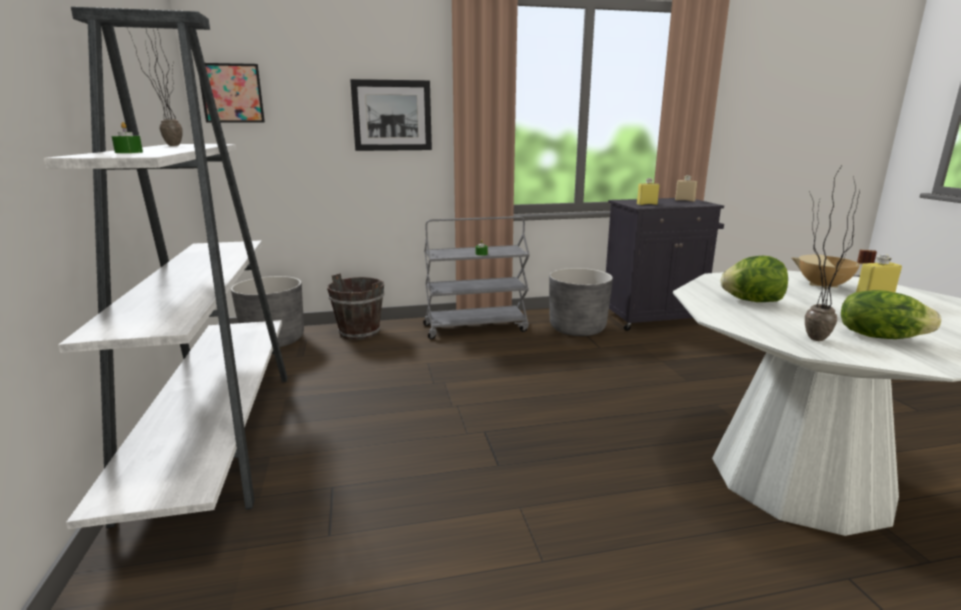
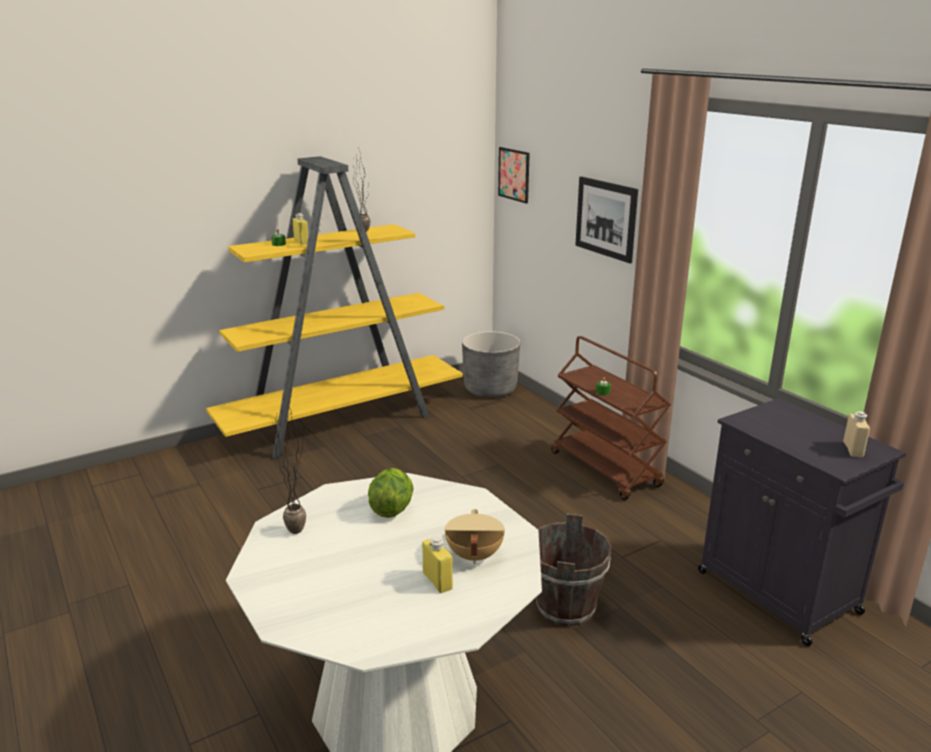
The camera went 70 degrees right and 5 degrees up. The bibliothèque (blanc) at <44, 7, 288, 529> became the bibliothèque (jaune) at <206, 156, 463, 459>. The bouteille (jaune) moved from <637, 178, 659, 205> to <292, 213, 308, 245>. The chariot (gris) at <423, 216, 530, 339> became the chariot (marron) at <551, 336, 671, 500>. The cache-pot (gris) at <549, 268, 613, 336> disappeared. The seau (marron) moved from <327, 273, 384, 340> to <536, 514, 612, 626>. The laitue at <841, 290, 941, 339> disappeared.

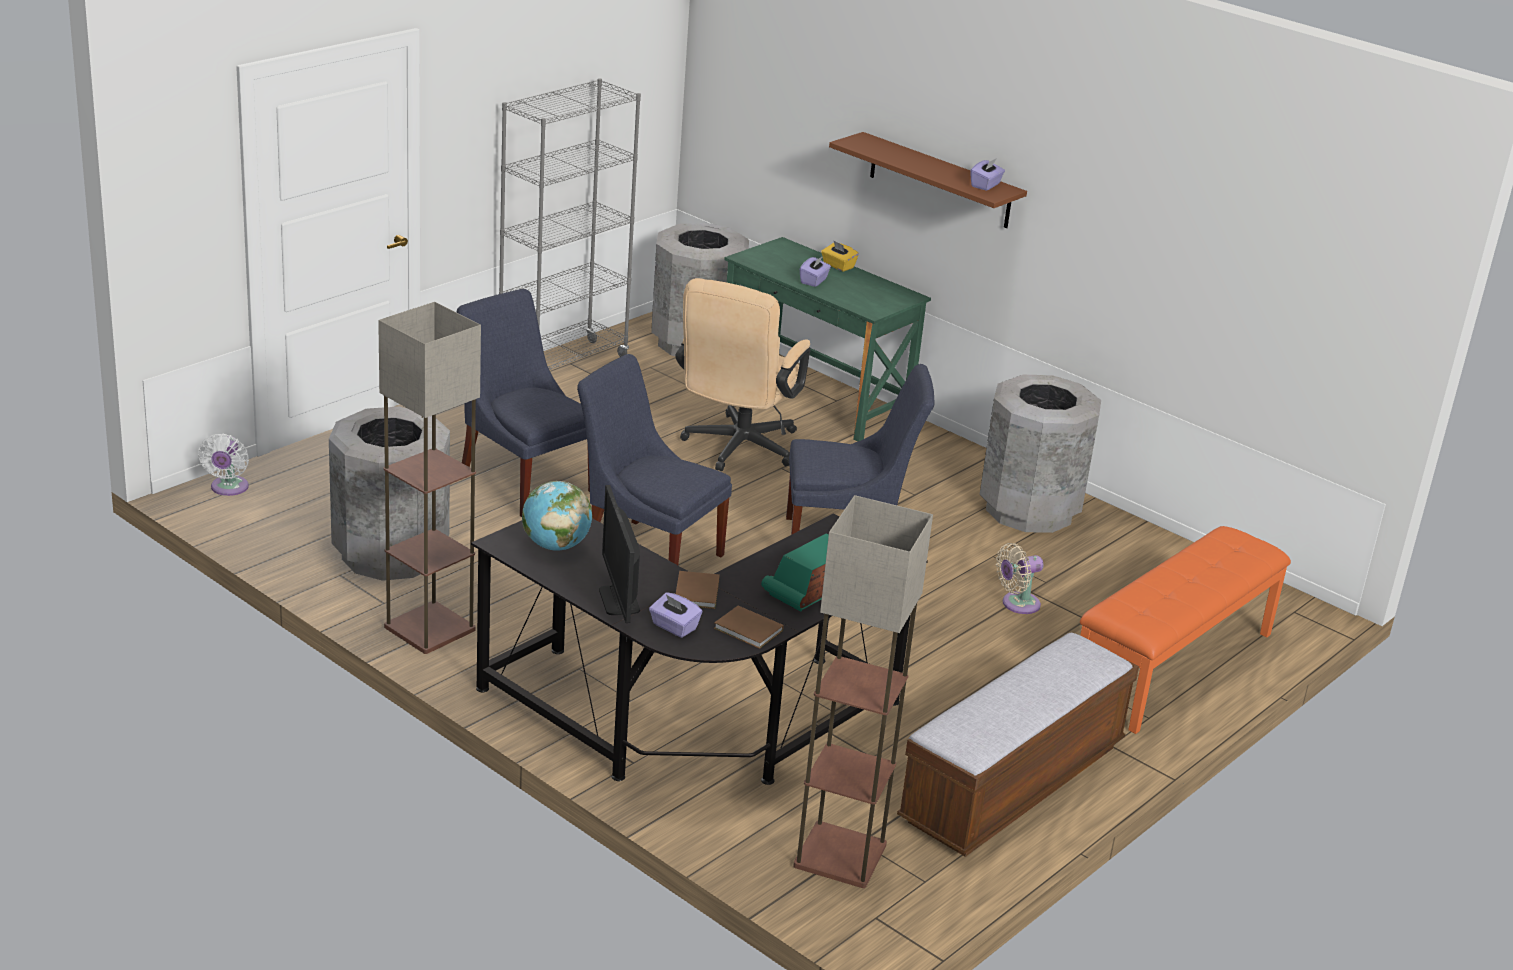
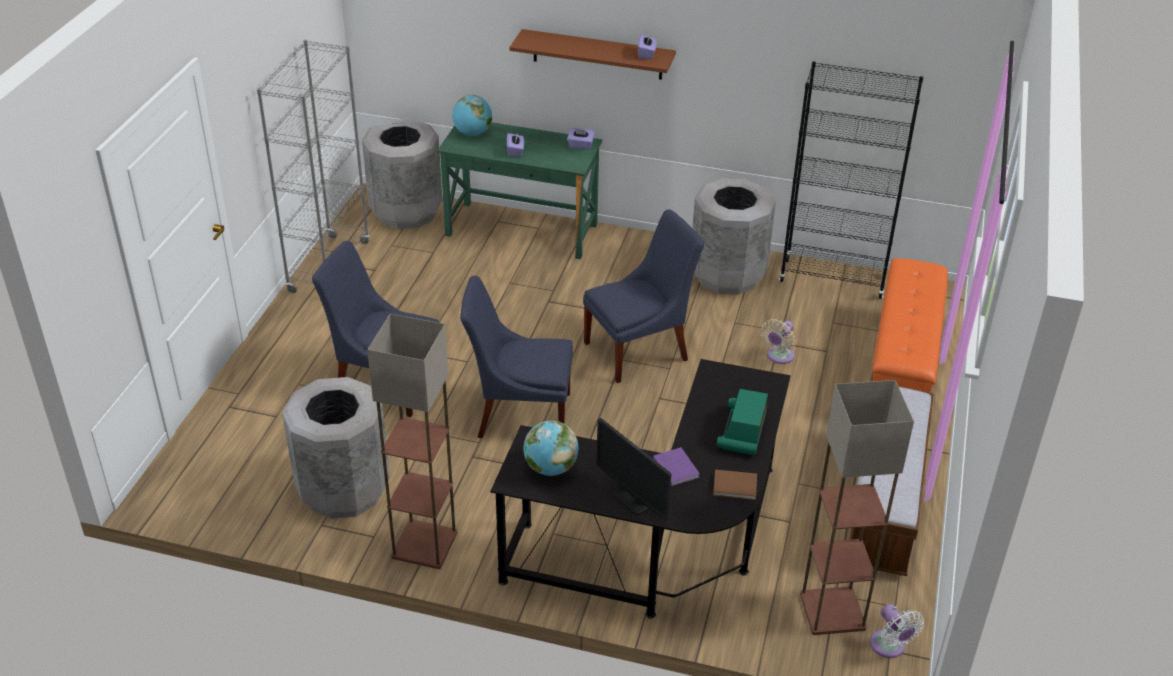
The camera went 25 degrees left and 10 degrees up. The boîte à mouchoirs (jaune) at <821, 241, 859, 272> disappeared. The chaise de bureau (beige) at <676, 278, 811, 471> disappeared. The ventilateur (blanc) moved from <198, 434, 249, 496> to <870, 604, 924, 658>. The livre (marron) at <676, 571, 720, 609> became the livre (violet) at <653, 447, 700, 486>. The boîte à mouchoirs (violet) moved from <649, 592, 702, 638> to <567, 128, 595, 149>. The bibliothèque (noir) at <779, 61, 923, 299> appeared. The globe at <452, 95, 492, 136> appeared.

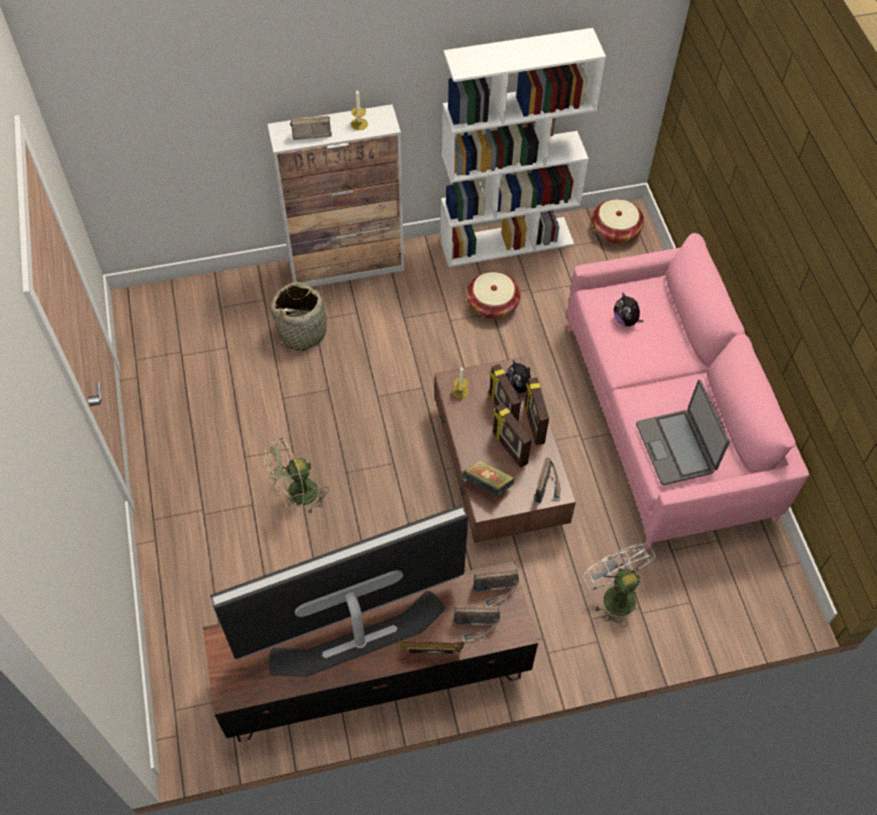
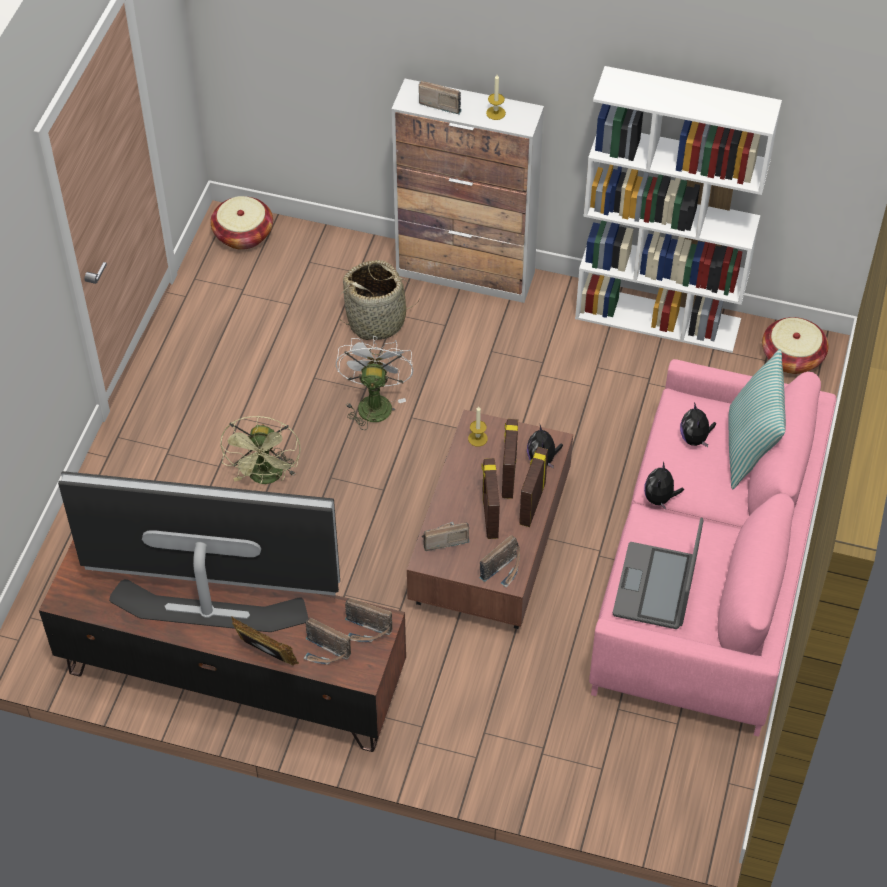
The camera went 30 degrees right and 5 degrees down. The panier moved from <466, 271, 521, 319> to <210, 196, 273, 250>. The ventilateur (vert) at <264, 438, 329, 515> turned 90 degrees counterclockwise. The livre at <462, 460, 515, 496> was replaced by the radio at <422, 522, 470, 551>. The ventilateur (blanc) moved from <583, 543, 656, 627> to <336, 336, 413, 430>. The coussin at <728, 349, 786, 489> appeared. The peluche at <644, 462, 684, 509> appeared.

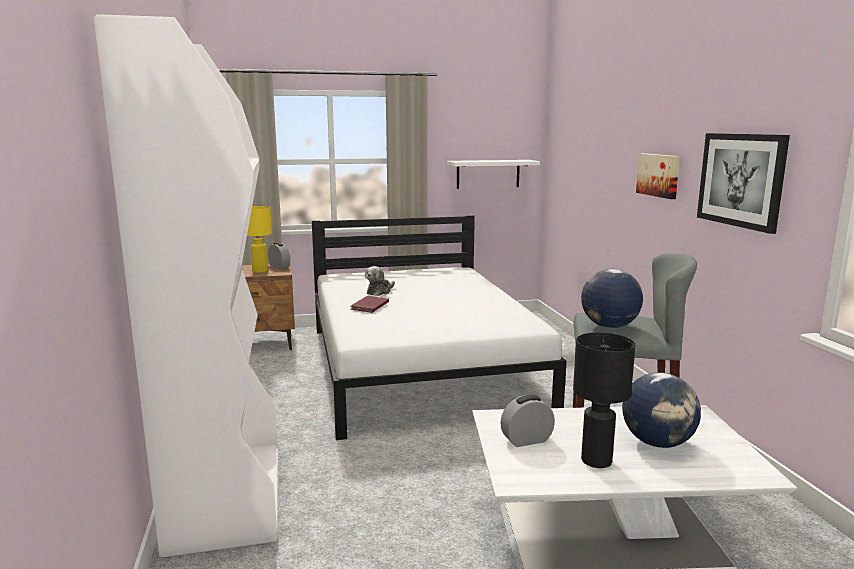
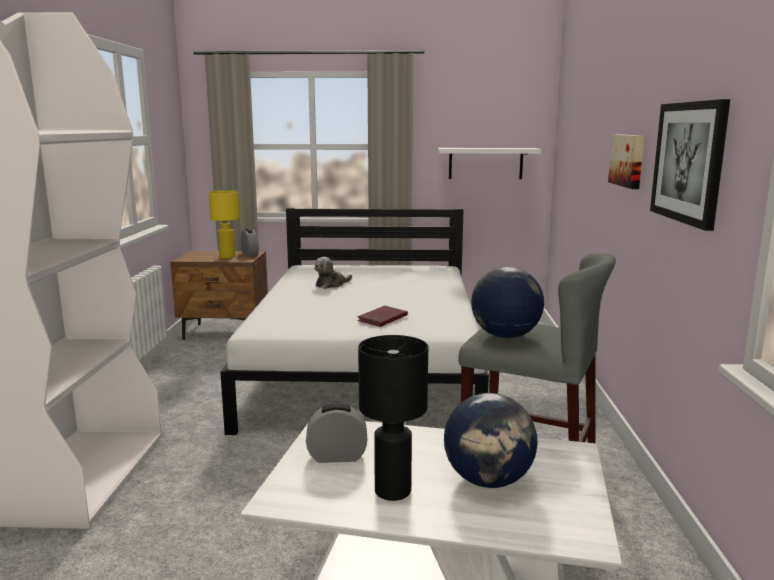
The camera went 15 degrees right and 0 degrees up. The livre (rouge) moved from <350, 296, 389, 313> to <357, 306, 408, 327>.

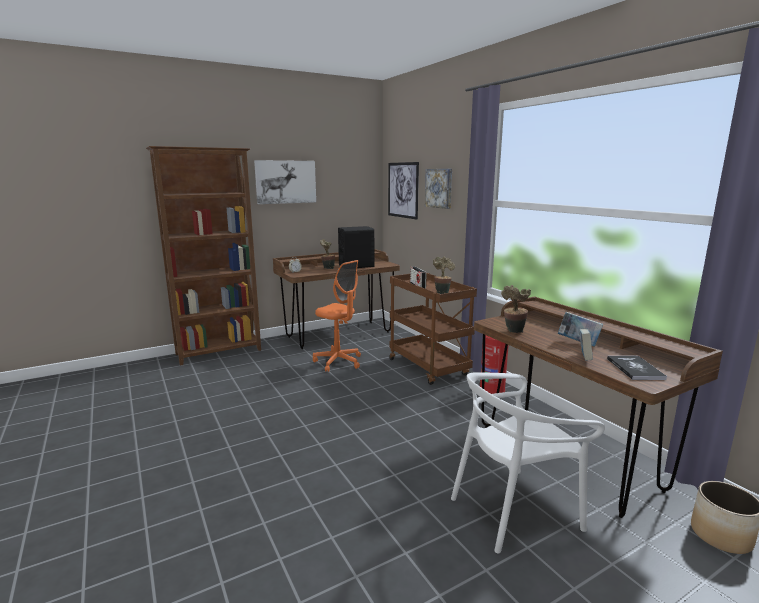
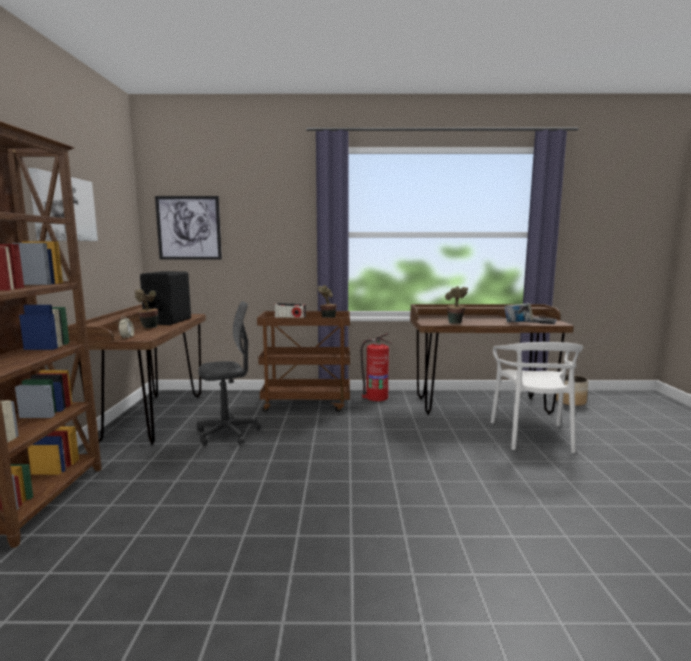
The camera went 60 degrees left and 5 degrees down. The tableau at <425, 169, 452, 209> disappeared. The chaise de bureau (orange) at <313, 260, 361, 372> became the chaise de bureau (gris) at <197, 301, 261, 446>. The livre at <558, 312, 603, 347> disappeared.

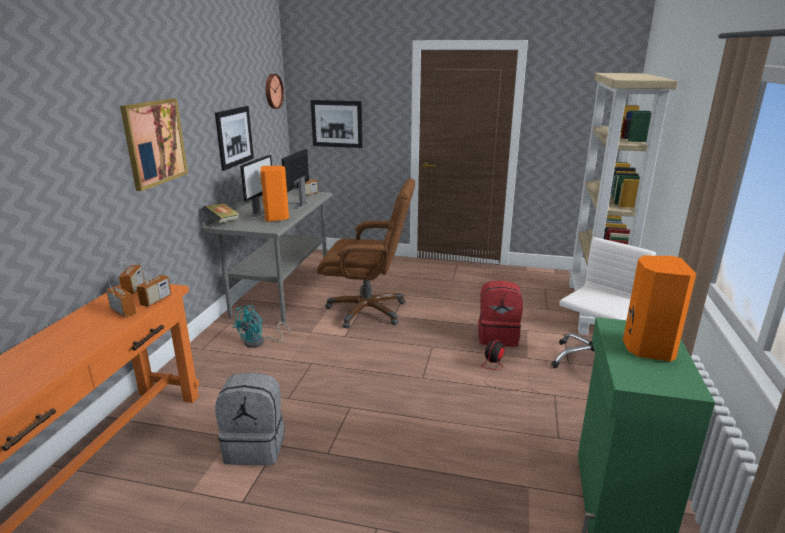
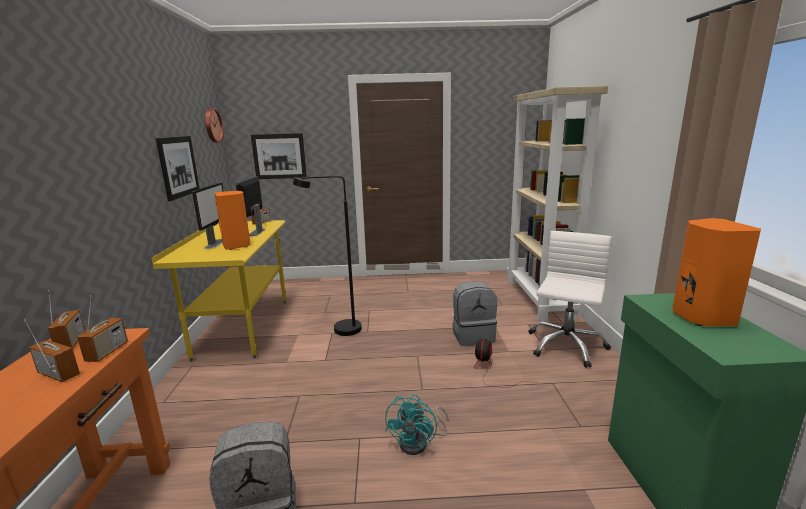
The camera went 15 degrees left and 5 degrees down. The tableau at <120, 98, 188, 191> disappeared. The chaise de bureau (marron) at <317, 179, 415, 328> was replaced by the lampadaire (noir) at <293, 176, 362, 336>. The bureau (gris) at <203, 190, 333, 323> became the bureau (jaune) at <151, 220, 286, 361>. The livre at <202, 203, 240, 223> disappeared. The sac à dos (rouge) at <478, 280, 523, 347> became the sac à dos (gris) at <452, 281, 497, 346>. The ventilateur (turquoise) moved from <233, 305, 291, 348> to <385, 394, 449, 455>.

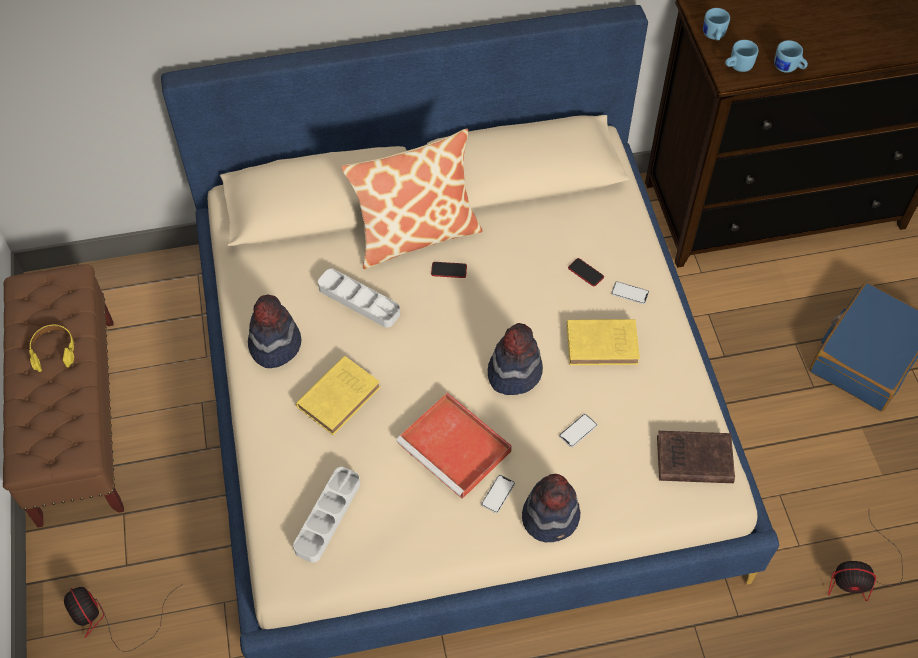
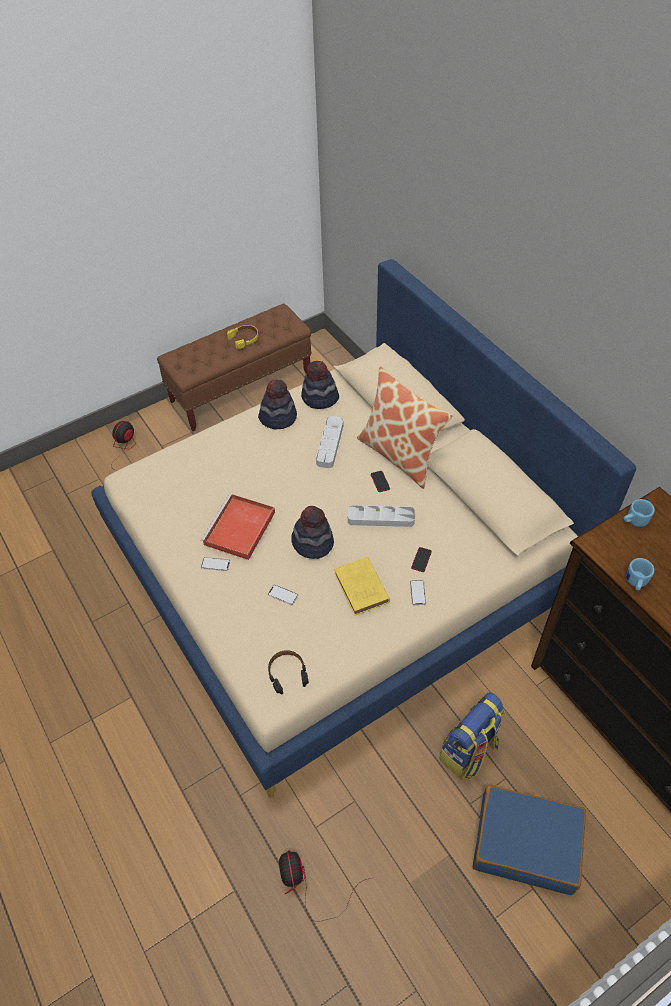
The camera went 70 degrees right and 5 degrees down. The mug (bleu) at <725, 40, 759, 72> disappeared. The livre (jaune) at <296, 356, 381, 435> disappeared. The livre (marron) at <657, 431, 735, 483> was replaced by the casque audio (noir) at <268, 650, 309, 695>. The plateau (gris) moved from <293, 467, 360, 563> to <348, 505, 415, 527>. The chapeau moved from <522, 474, 580, 542> to <301, 361, 339, 409>. The sac à dos at <439, 692, 505, 780> appeared.

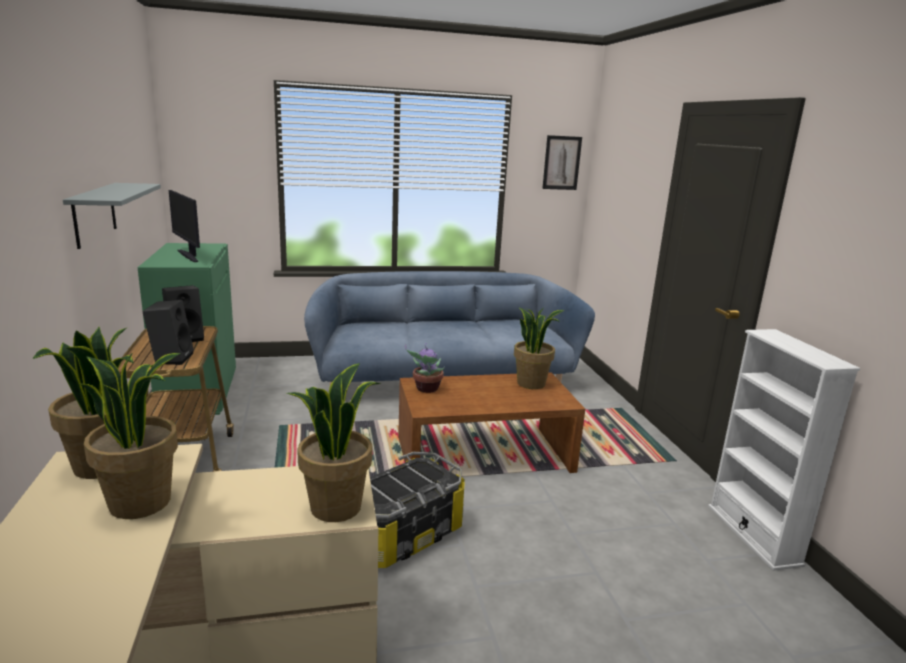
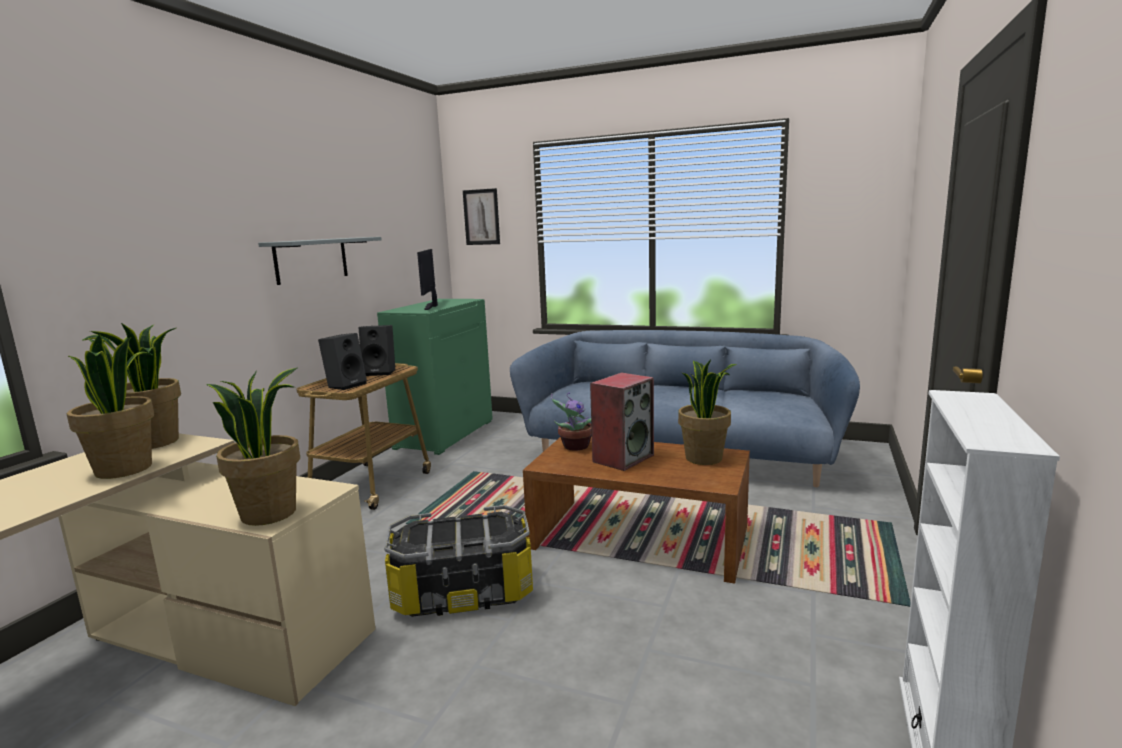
The camera went 35 degrees right and 5 degrees down. The tableau moved from <542, 135, 582, 190> to <463, 188, 500, 245>. The enceinte at <590, 372, 654, 471> appeared.

